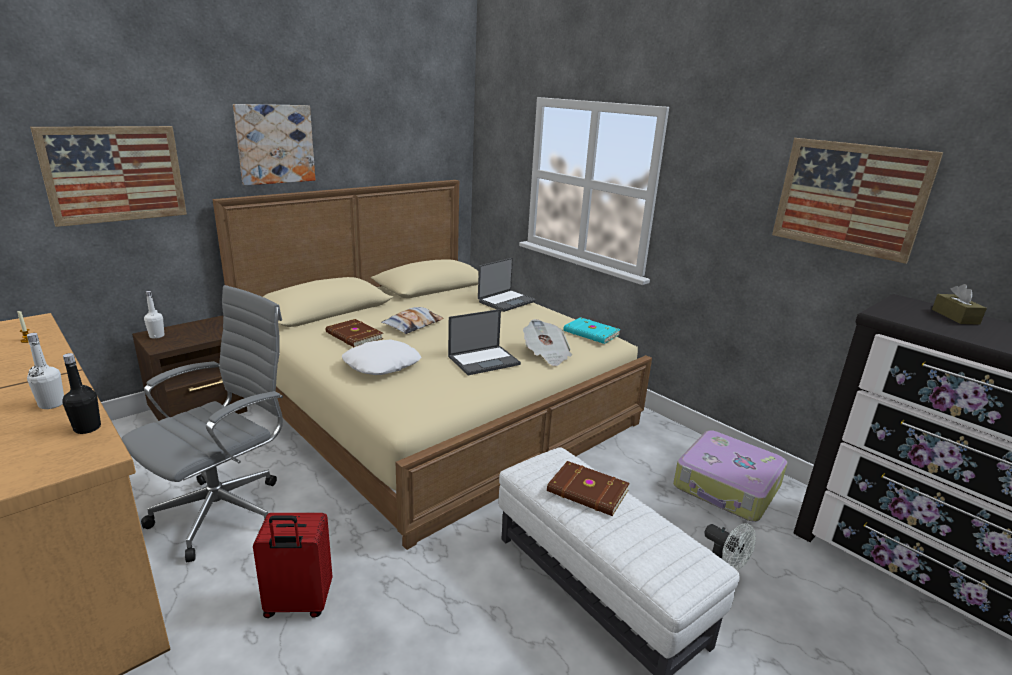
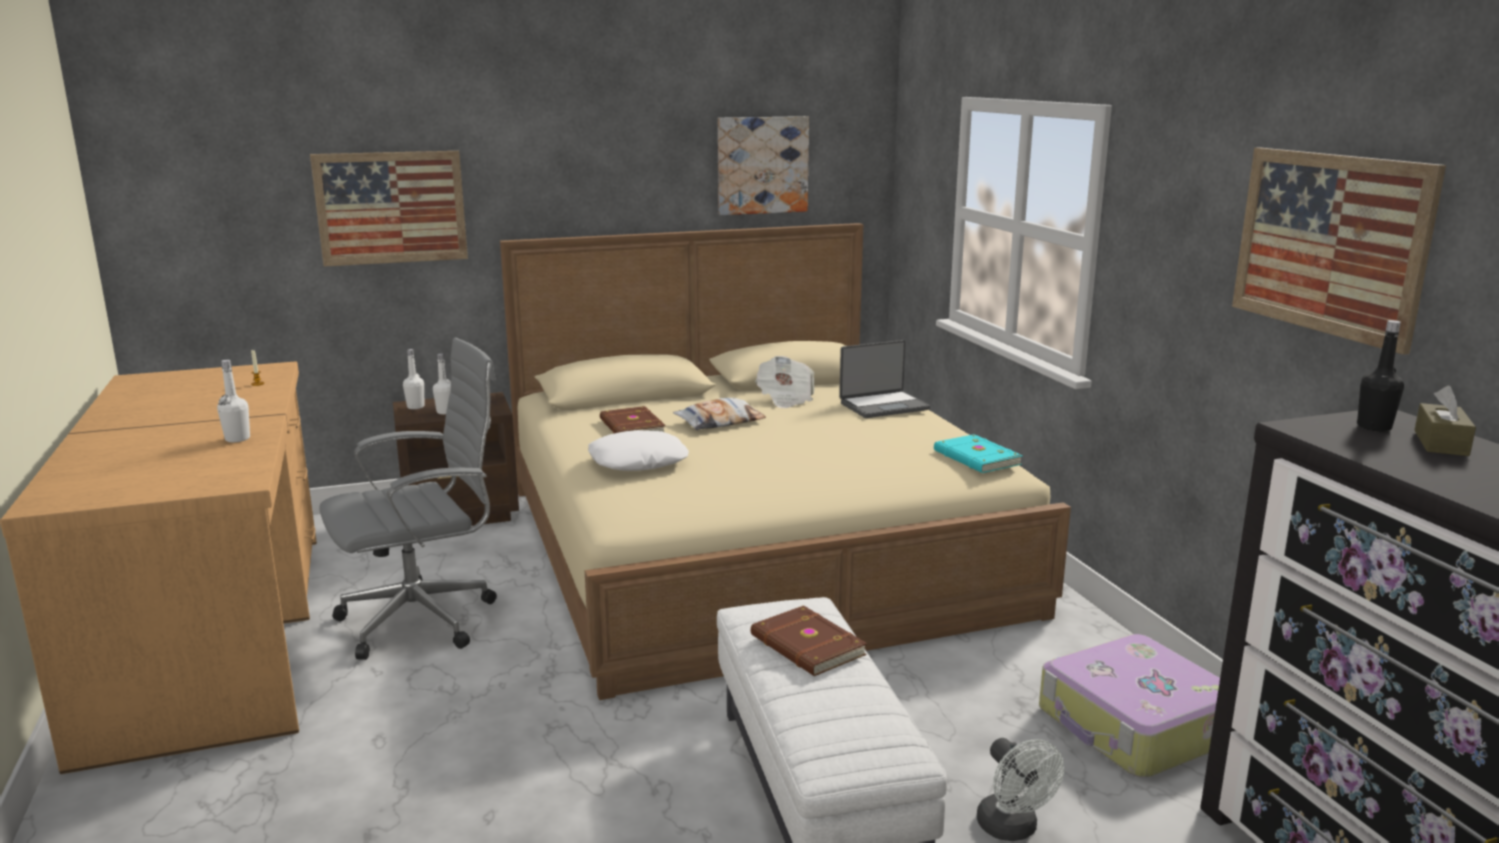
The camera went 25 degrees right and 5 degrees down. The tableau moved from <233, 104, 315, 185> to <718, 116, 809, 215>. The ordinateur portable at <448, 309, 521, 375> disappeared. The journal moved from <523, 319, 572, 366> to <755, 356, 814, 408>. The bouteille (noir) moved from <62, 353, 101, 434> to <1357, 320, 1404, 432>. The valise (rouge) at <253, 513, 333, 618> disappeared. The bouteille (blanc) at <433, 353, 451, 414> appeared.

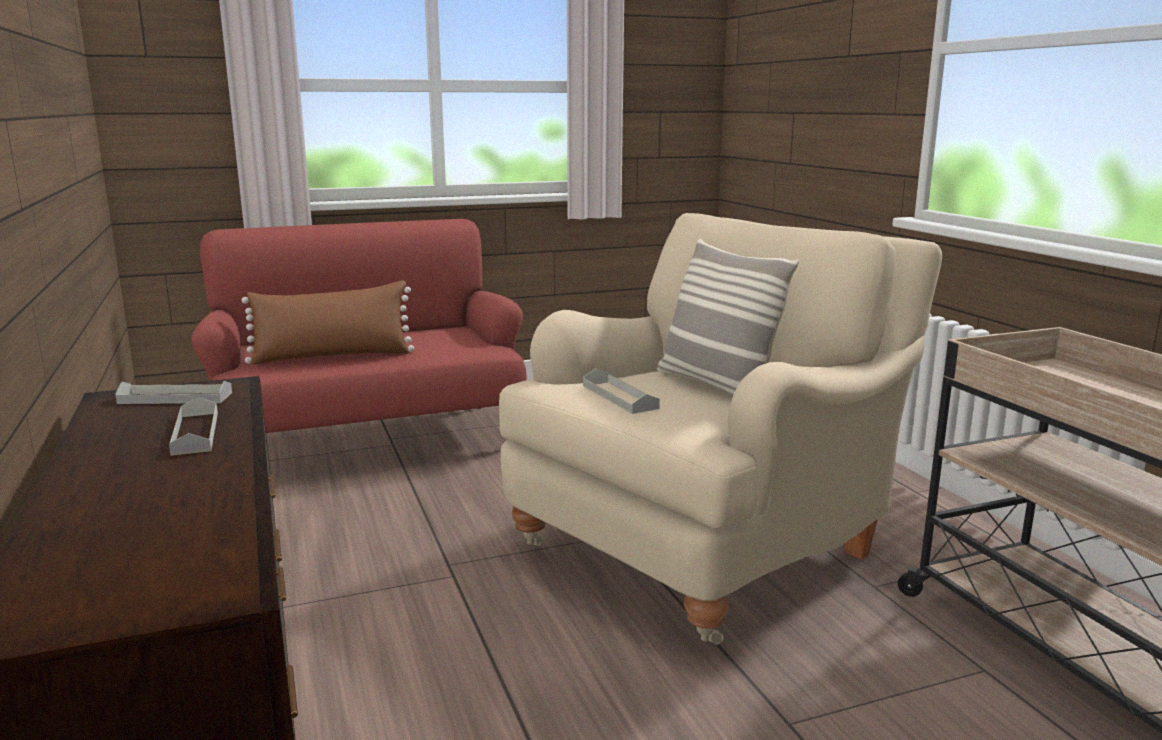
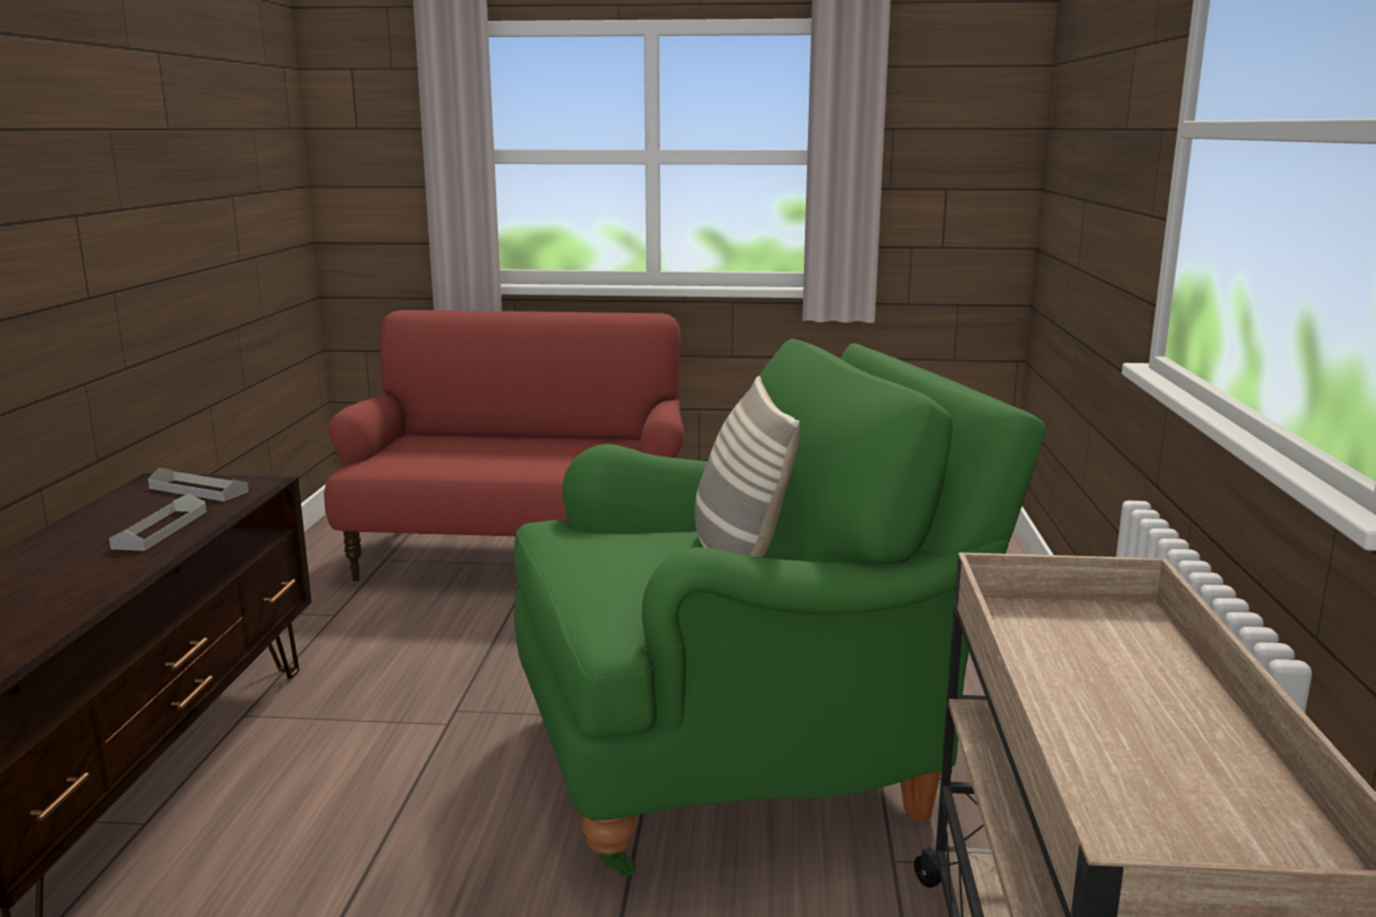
The camera went 25 degrees right and 0 degrees up. The fauteuil (beige) at <499, 213, 942, 645> became the fauteuil (vert) at <514, 339, 1046, 876>. The coussin (marron) at <242, 281, 414, 364> disappeared. The plateau (gris) at <583, 369, 660, 414> disappeared.

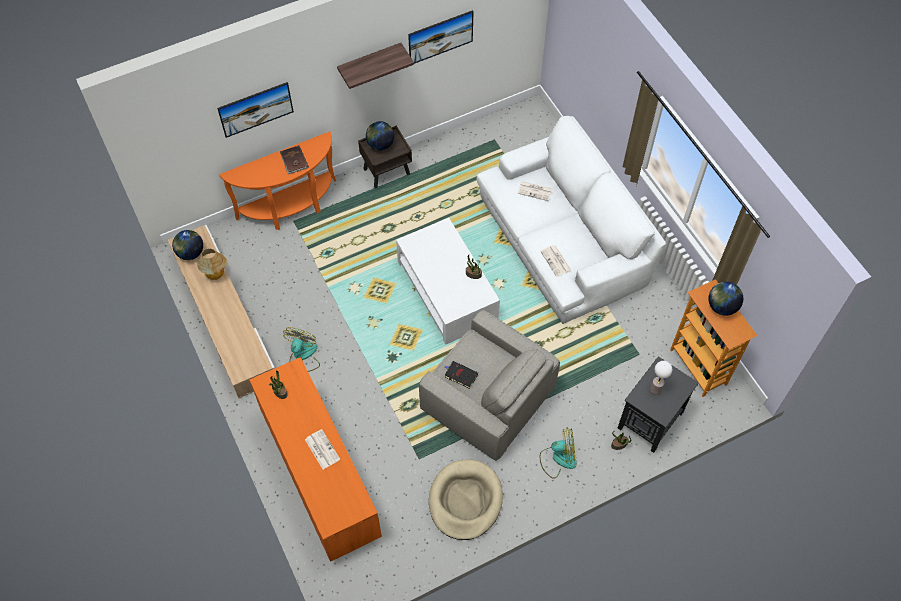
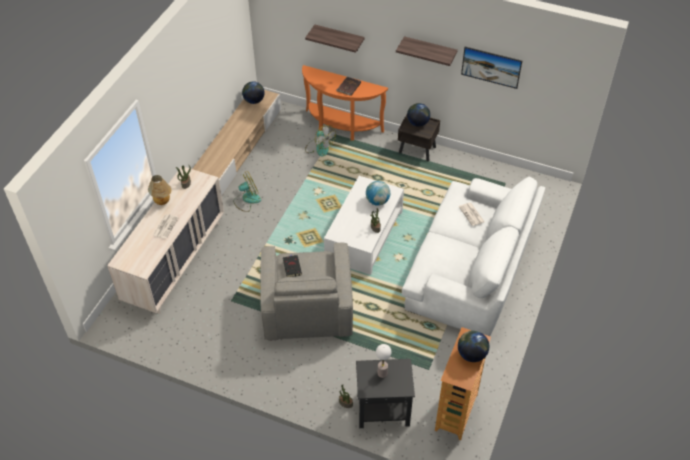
The camera went 50 degrees right and 10 degrees down. The tableau at <217, 82, 294, 138> was replaced by the étagère at <305, 25, 365, 53>. The journal at <540, 245, 572, 277> disappeared. The lampe de table moved from <197, 249, 227, 280> to <148, 175, 171, 205>. The commode (orange) at <249, 357, 382, 562> became the commode (beige) at <107, 166, 224, 314>. The ventilateur moved from <539, 427, 577, 479> to <305, 125, 336, 156>. The panier pour chien (beige) at <429, 459, 503, 540> disappeared. The globe at <366, 181, 390, 206> appeared.

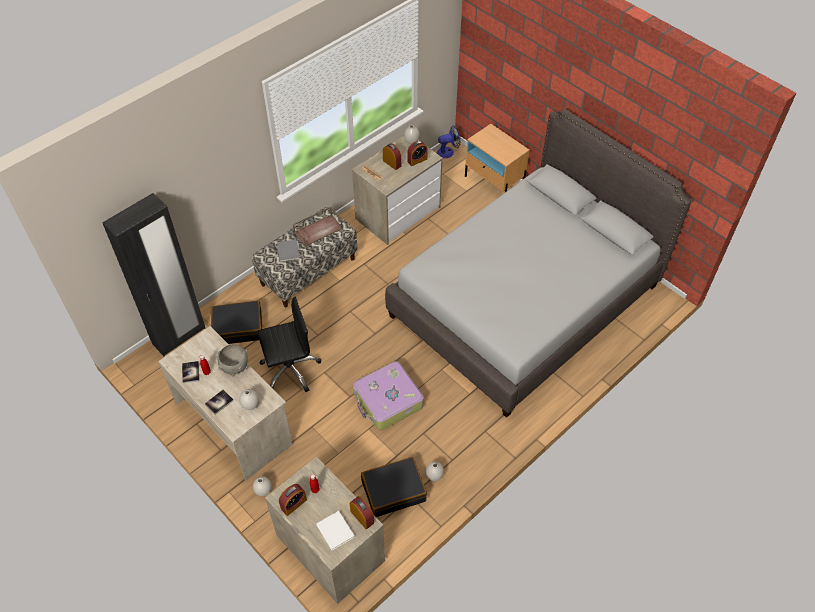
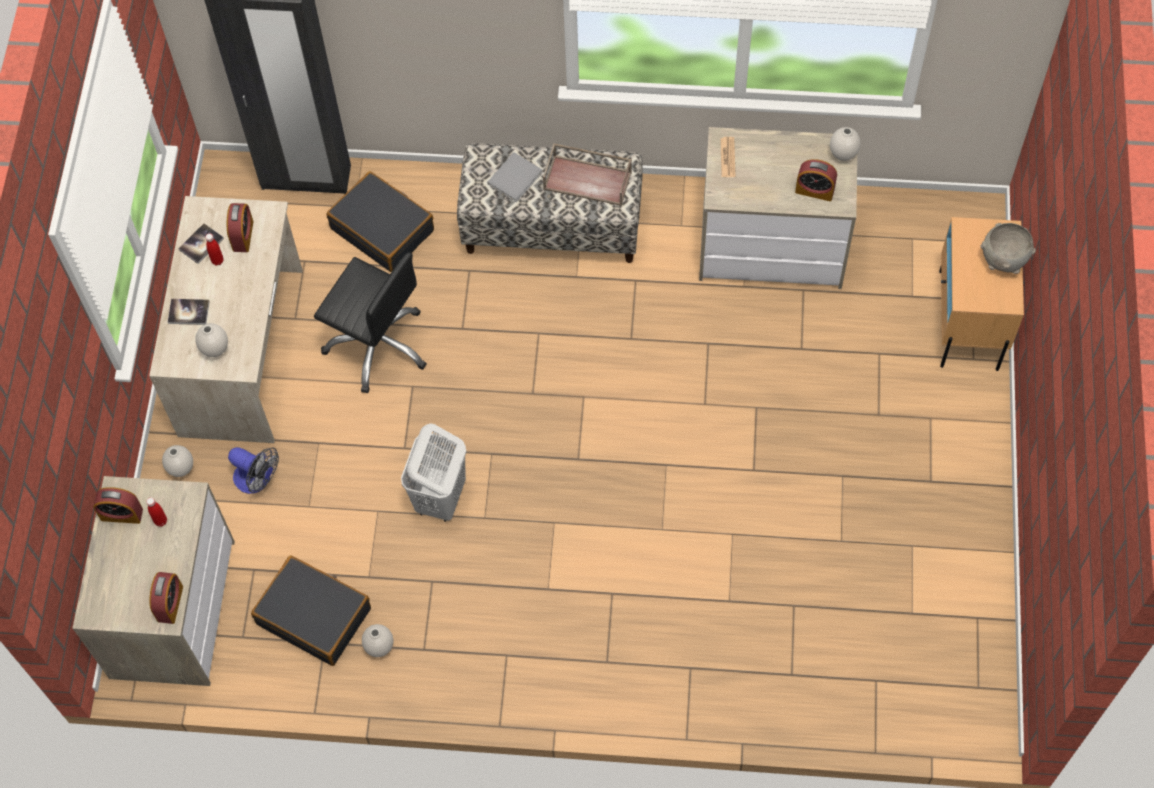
The camera went 50 degrees right and 10 degrees up. The lit (gris) at <385, 109, 691, 418> disappeared. The ventilateur moved from <437, 125, 461, 158> to <228, 447, 279, 494>. The réveil moved from <383, 143, 401, 170> to <227, 203, 254, 252>. The bol (gris) moved from <217, 344, 248, 376> to <980, 223, 1036, 274>. The valise at <353, 361, 424, 430> was replaced by the panier à linge (blanc) at <401, 423, 467, 522>. The livre (blanc) at <317, 511, 355, 550> disappeared.

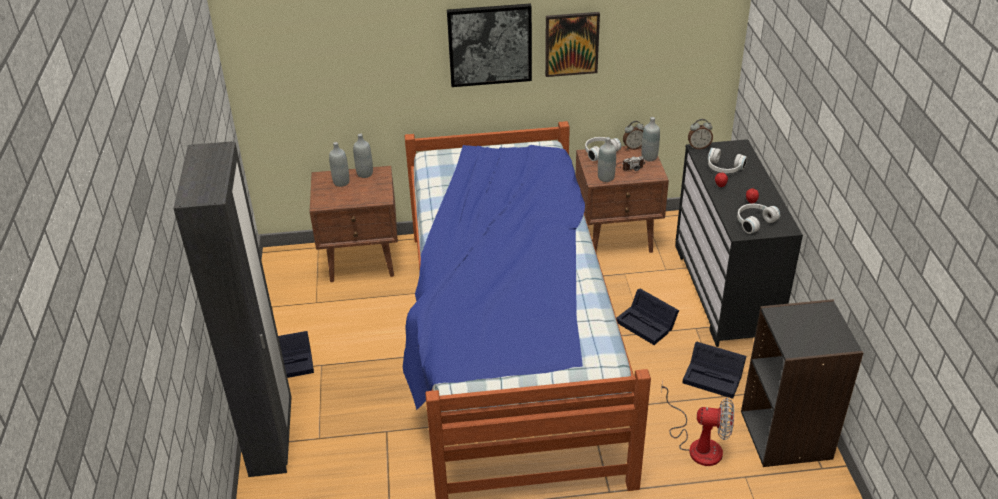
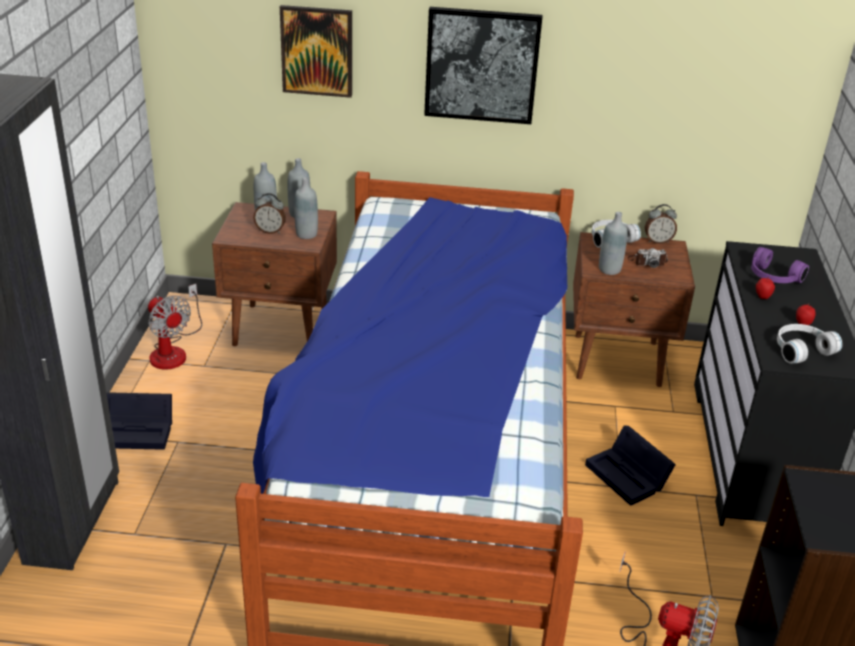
The camera went 10 degrees right and 5 degrees down. The tableau moved from <545, 12, 600, 77> to <280, 5, 352, 98>. The bouteille (gris) moved from <641, 117, 660, 161> to <294, 177, 318, 239>. The réveil moved from <688, 119, 713, 149> to <253, 193, 286, 234>. The casque audio (blanc) at <708, 148, 747, 173> became the casque audio (violet) at <751, 247, 809, 283>. The boîte de rangement (noir) at <682, 341, 746, 399> disappeared. The ventilateur at <148, 284, 202, 370> appeared.

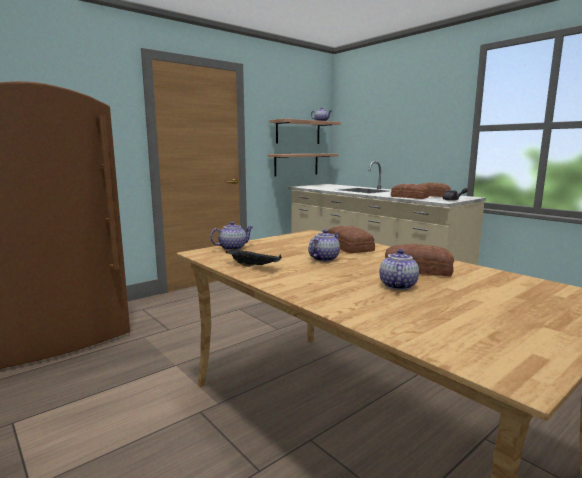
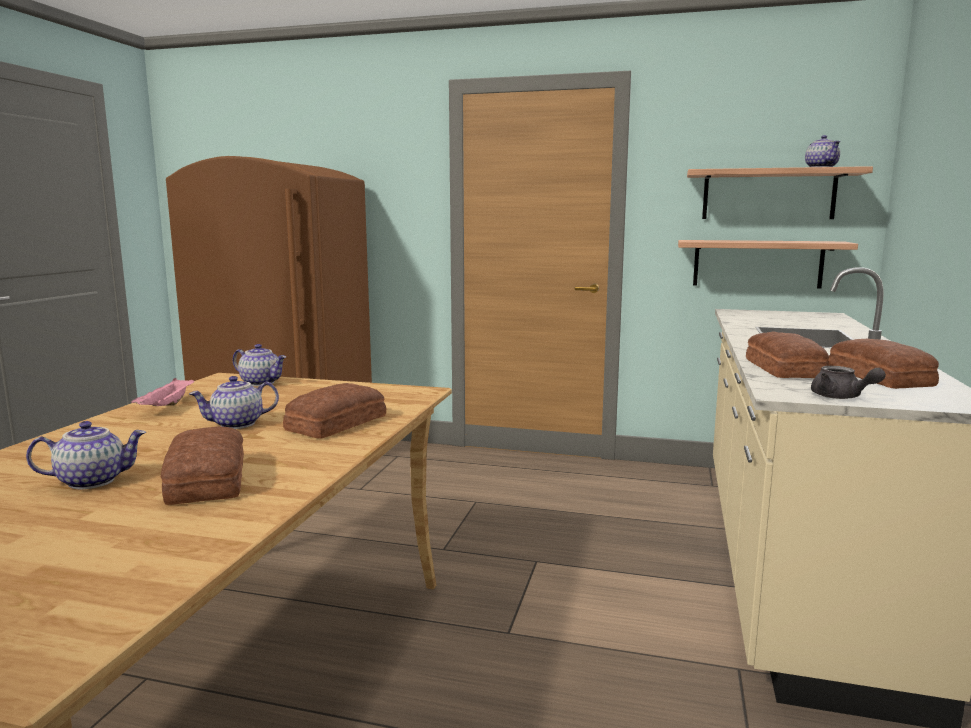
The camera went 55 degrees right and 0 degrees up. The théière at <308, 229, 340, 262> turned 150 degrees clockwise. The plateau (noir) at <226, 249, 282, 267> became the plateau (rose) at <131, 378, 194, 406>.

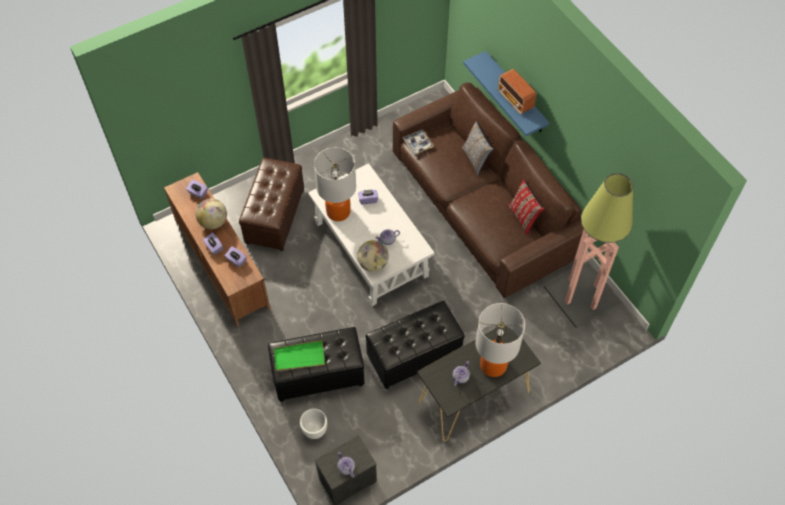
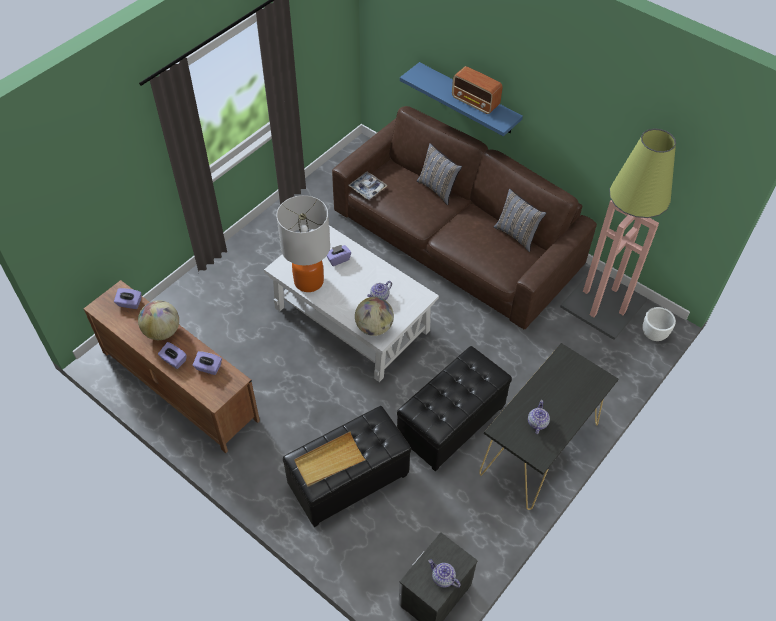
The camera went 20 degrees left and 5 degrees down. The pouf (marron) at <239, 158, 304, 251> disappeared. The coussin (rouge) at <508, 179, 545, 236> became the coussin (gris) at <494, 189, 546, 252>. The lampe de table at <475, 303, 525, 377> disappeared. The plateau (vert) at <274, 340, 325, 371> became the plateau (beige) at <294, 432, 365, 487>. The cache-pot (blanc) moved from <300, 408, 327, 439> to <643, 307, 676, 341>.

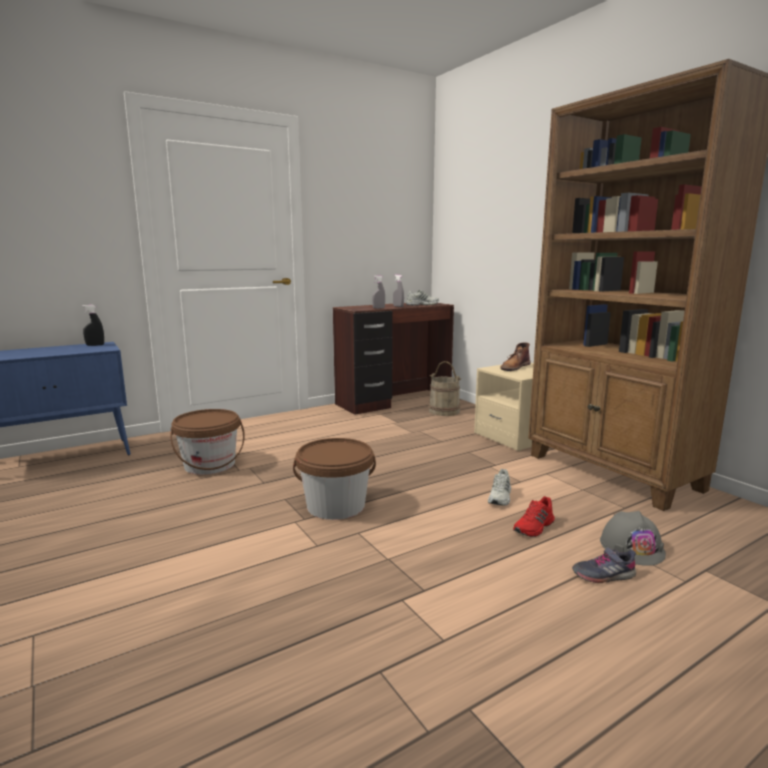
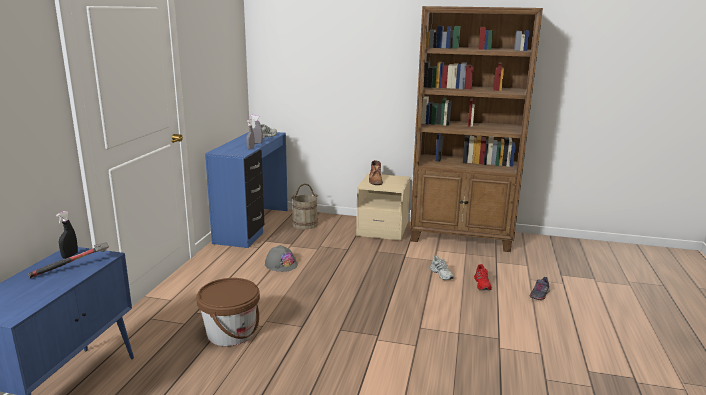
The camera went 45 degrees left and 5 degrees up. The bureau (marron) at <333, 303, 454, 415> became the bureau (bleu) at <205, 132, 288, 248>. The seau (marron) at <293, 438, 376, 520> disappeared. The casque de chantier (gris) moved from <600, 511, 666, 566> to <265, 245, 298, 272>. The marteau at <28, 242, 109, 278> appeared.

